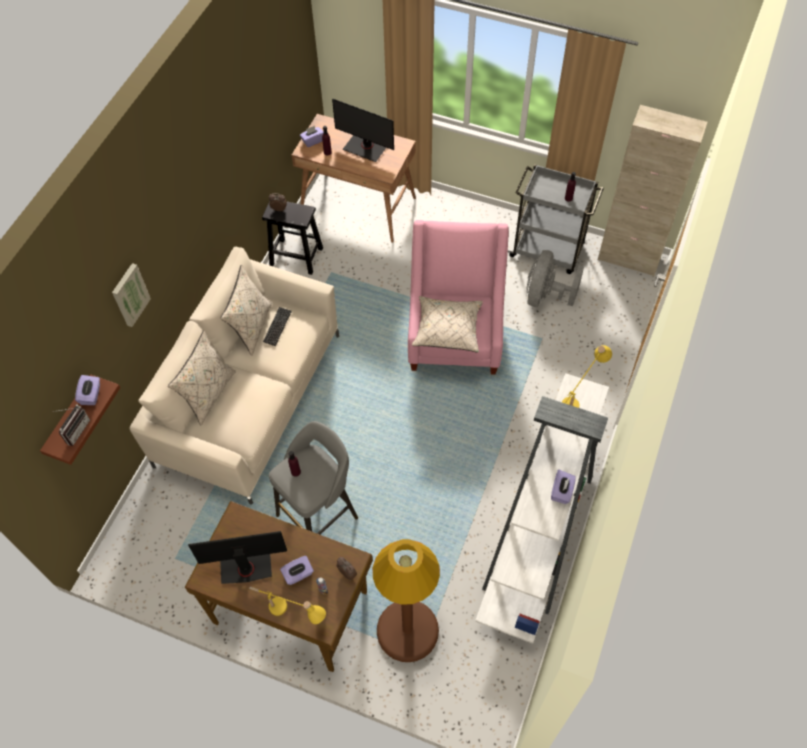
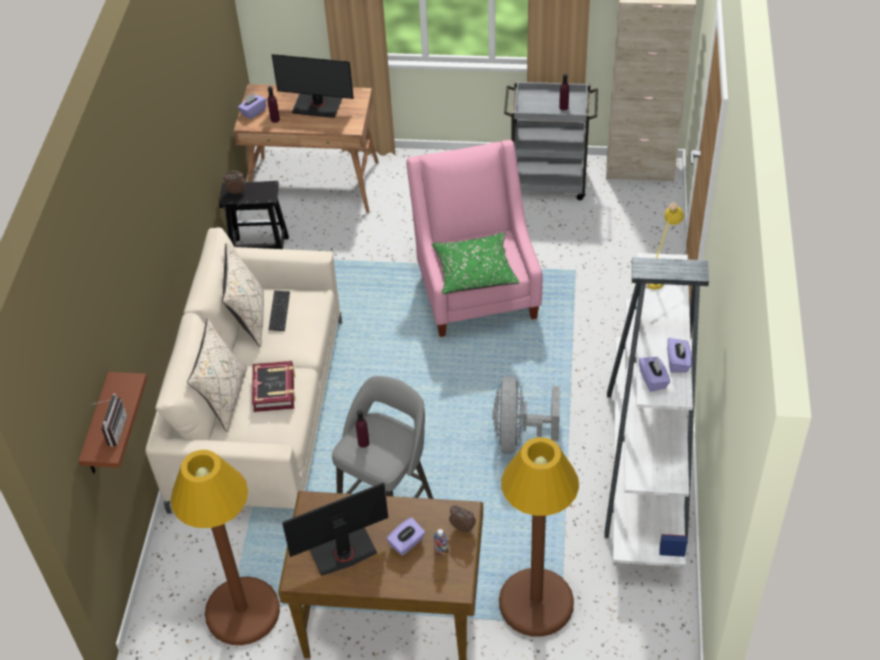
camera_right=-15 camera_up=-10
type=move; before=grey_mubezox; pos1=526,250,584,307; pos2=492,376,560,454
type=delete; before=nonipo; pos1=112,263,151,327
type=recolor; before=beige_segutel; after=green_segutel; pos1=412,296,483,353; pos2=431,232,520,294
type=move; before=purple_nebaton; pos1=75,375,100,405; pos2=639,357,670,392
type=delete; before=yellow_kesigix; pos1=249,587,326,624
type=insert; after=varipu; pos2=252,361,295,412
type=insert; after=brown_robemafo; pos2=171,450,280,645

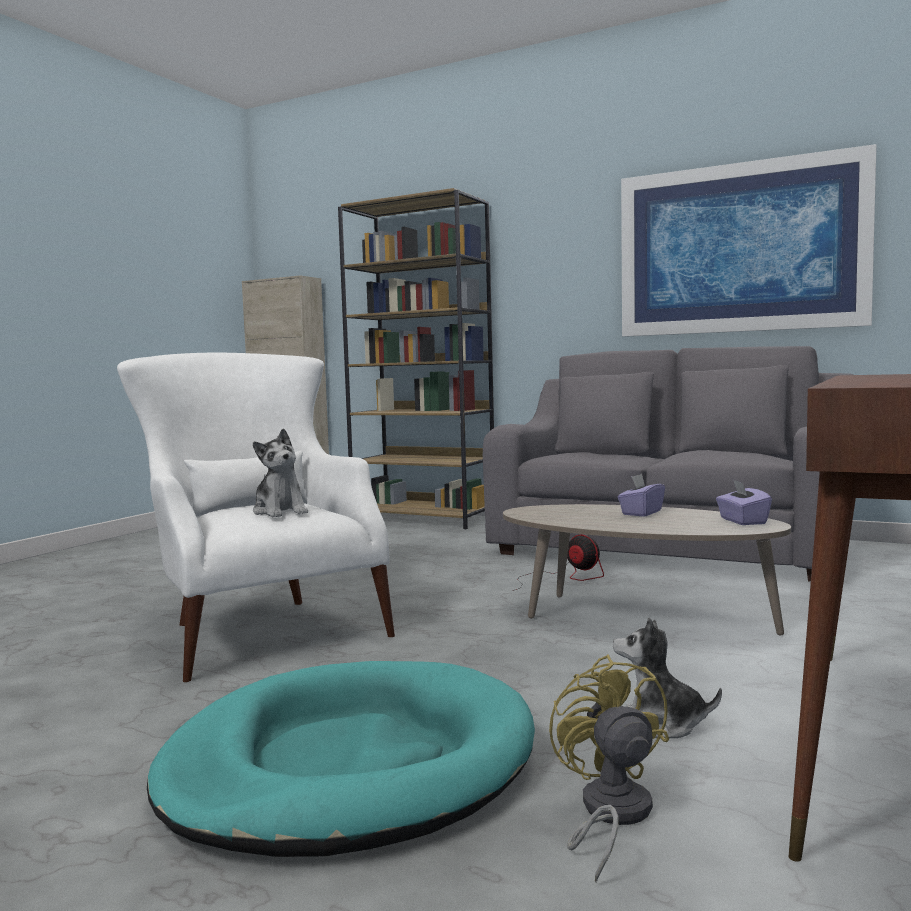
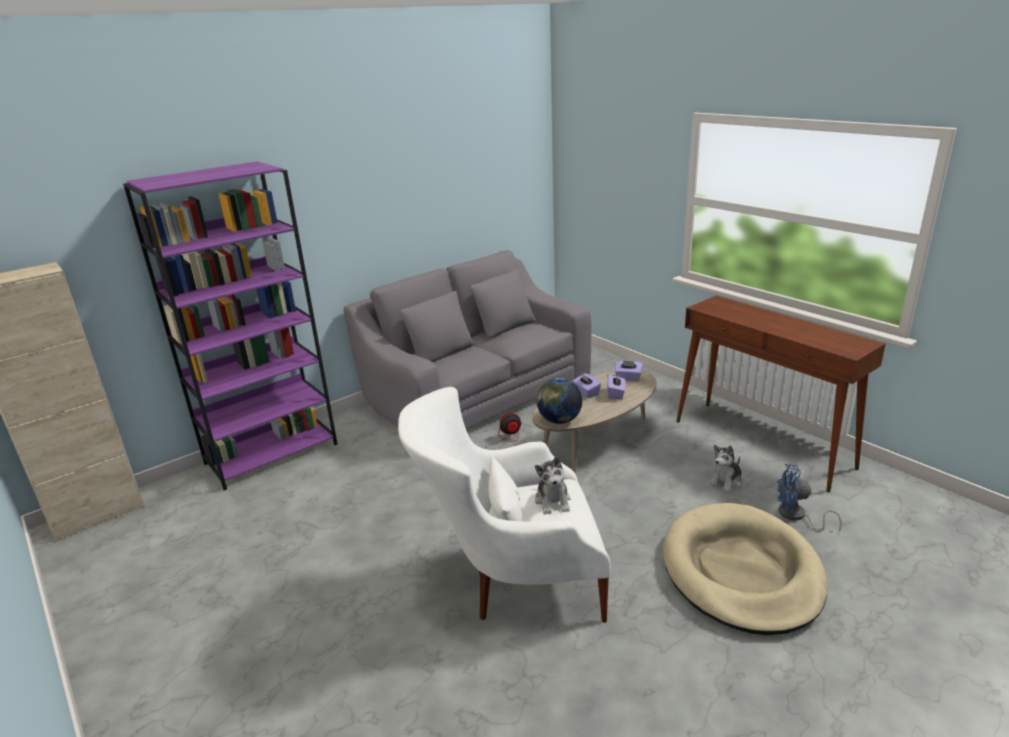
camera_right=-65 camera_up=20
type=delete; before=nonipo; pos1=621,144,877,337
type=recolor; before=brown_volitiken; after=purple_volitiken; pos1=338,188,494,529; pos2=123,161,337,490
type=rotate; before=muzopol; pos1=253,428,308,517; pos2=535,456,571,515; turn=90
type=recolor; before=yellow_mubezox; after=blue_mubezox; pos1=549,654,669,882; pos2=777,464,842,532
type=recolor; before=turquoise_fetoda; after=beige_fetoda; pos1=147,661,535,857; pos2=663,503,827,635
type=insert; after=purple_nebaton; pos2=607,374,626,399
type=insert; after=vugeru; pos2=537,378,582,424

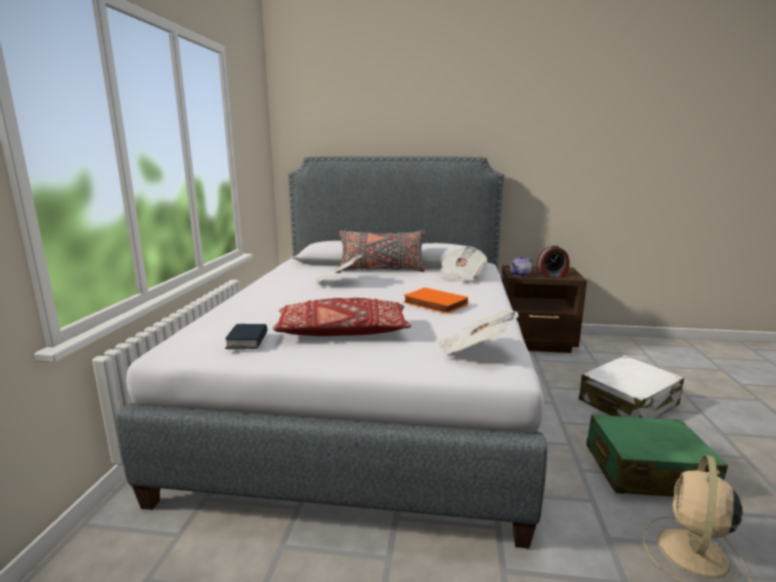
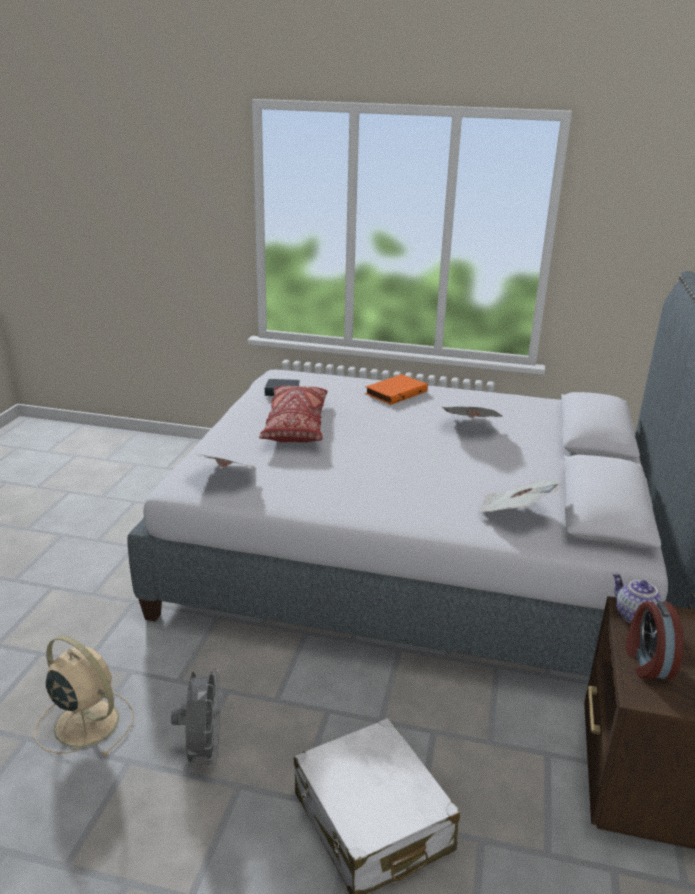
camera_right=95 camera_up=10
type=delete; before=grey_segutel; pos1=339,230,425,272
type=move; before=orange_varipu; pos1=403,287,468,314; pos2=365,374,428,405
type=replace; before=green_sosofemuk; after=grey_mubezox; pos1=586,414,728,497; pos2=171,667,221,767

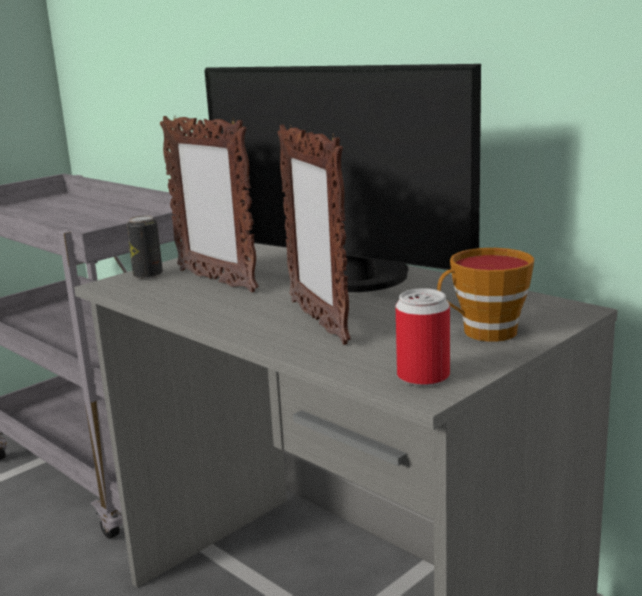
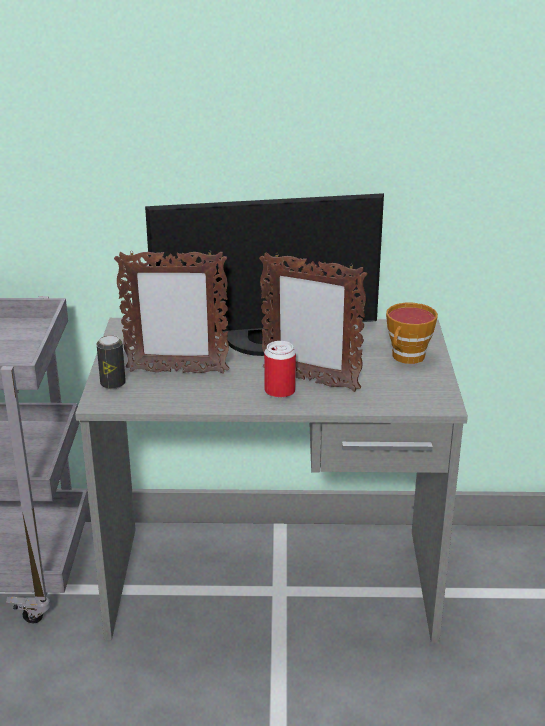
camera_right=-45 camera_up=10
type=move; before=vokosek; pos1=395,288,450,386; pos2=264,341,296,398

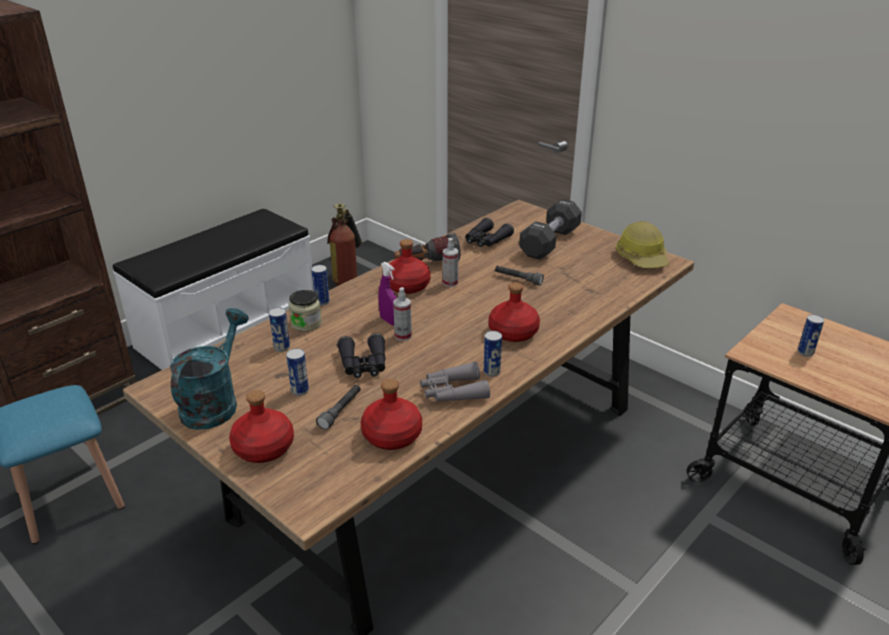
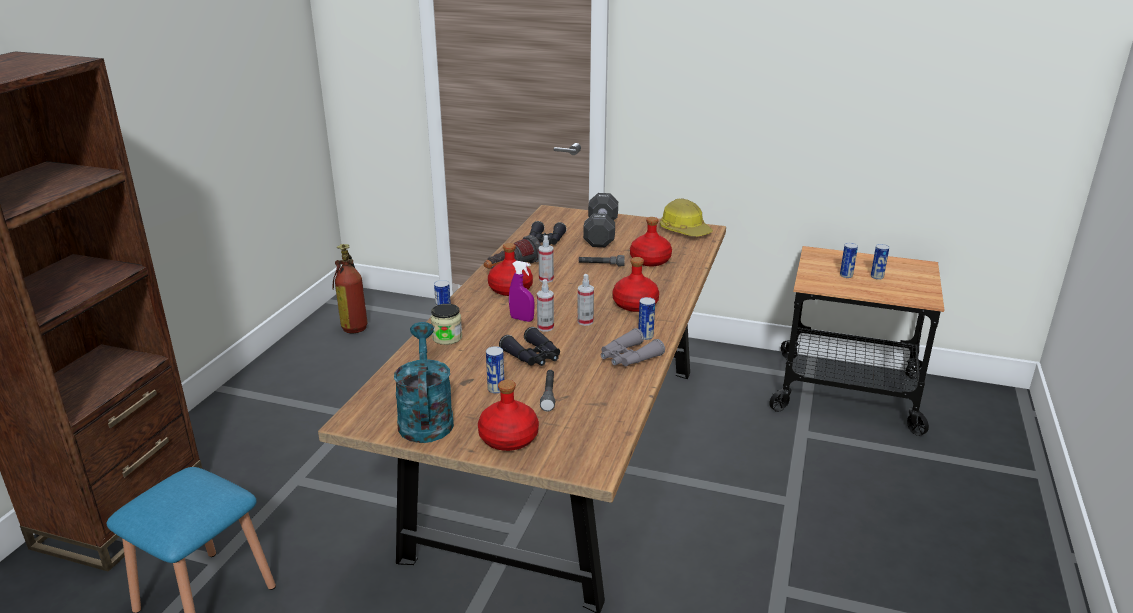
camera_right=-25 camera_up=-5
type=delete; before=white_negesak; pos1=113,208,314,370
type=move; before=vokosek; pos1=269,308,290,352; pos2=871,244,889,280
type=move; before=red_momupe; pos1=361,379,422,450; pos2=630,217,672,266
type=insert; after=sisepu; pos2=577,274,594,326

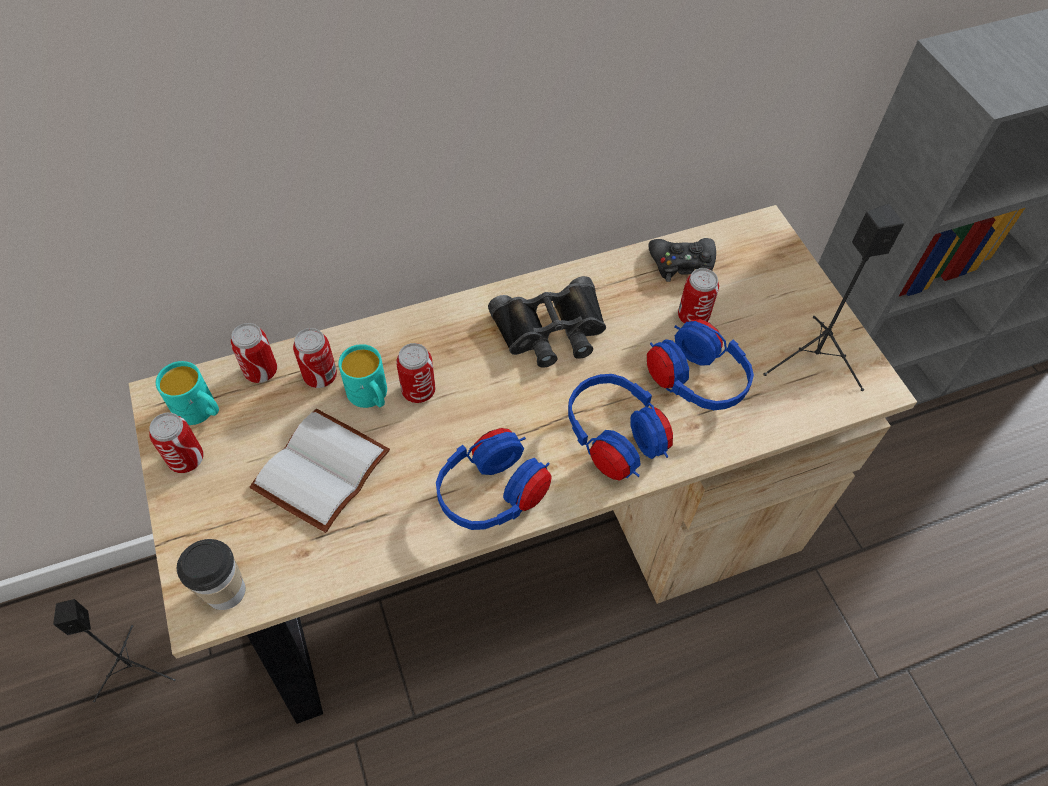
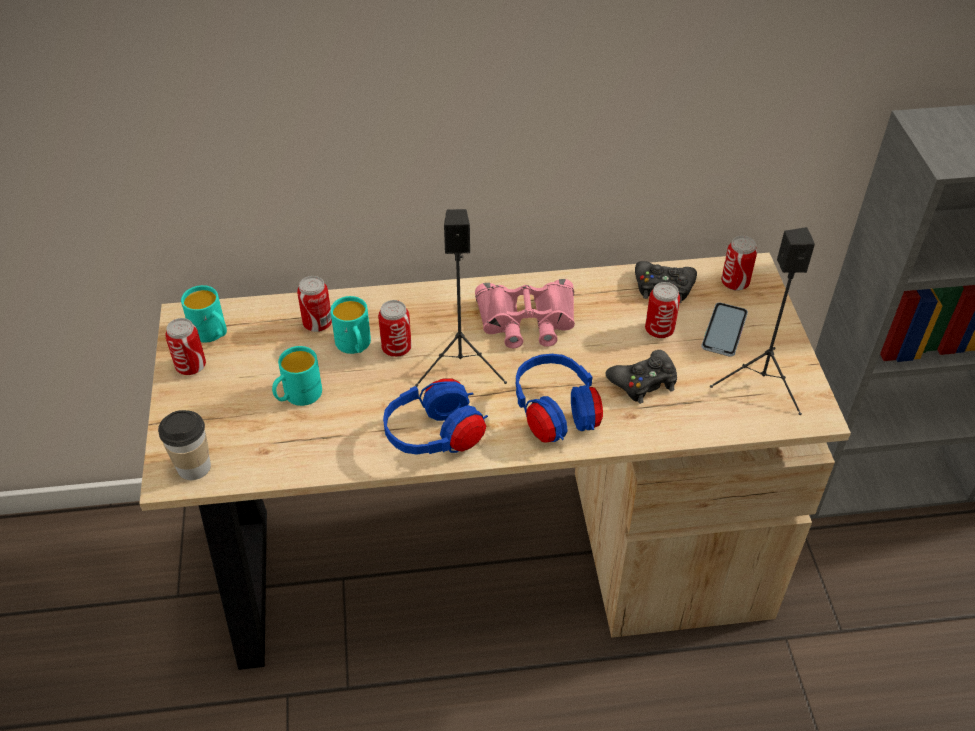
camera_right=15 camera_up=-10
type=recolor; before=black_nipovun; after=pink_nipovun; pos1=488,276,606,368; pos2=475,279,575,348
type=replace; before=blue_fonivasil; after=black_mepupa; pos1=647,319,754,410; pos2=605,350,677,404
type=move; before=vokosek; pos1=231,323,277,383; pos2=721,236,757,291
type=replace; before=white_varipu; after=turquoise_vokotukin; pos1=249,409,390,533; pos2=272,346,322,406
type=move; before=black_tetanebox; pos1=53,599,176,702; pos2=415,209,507,387
type=insert; after=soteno; pos2=701,302,748,357

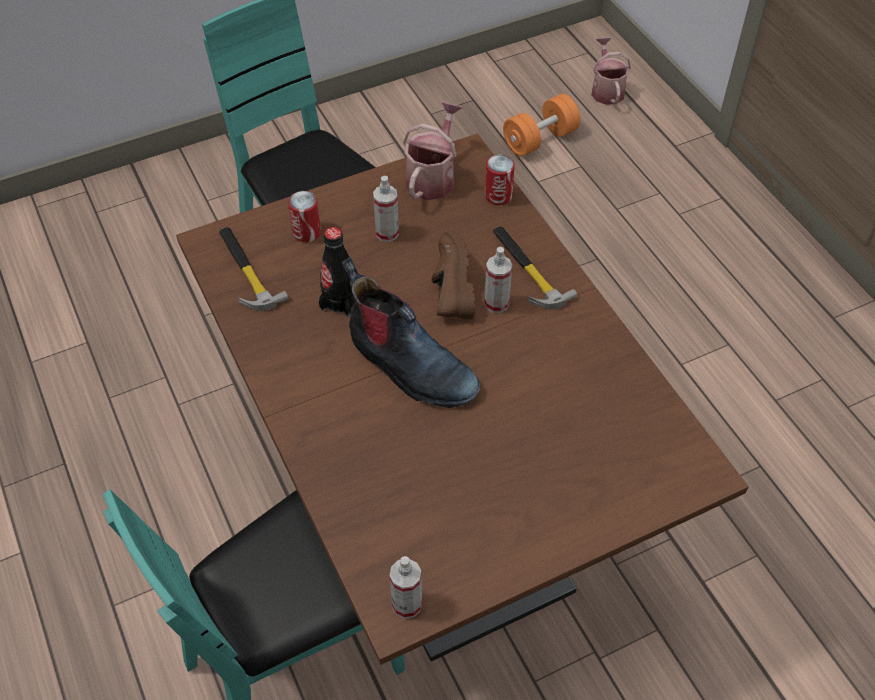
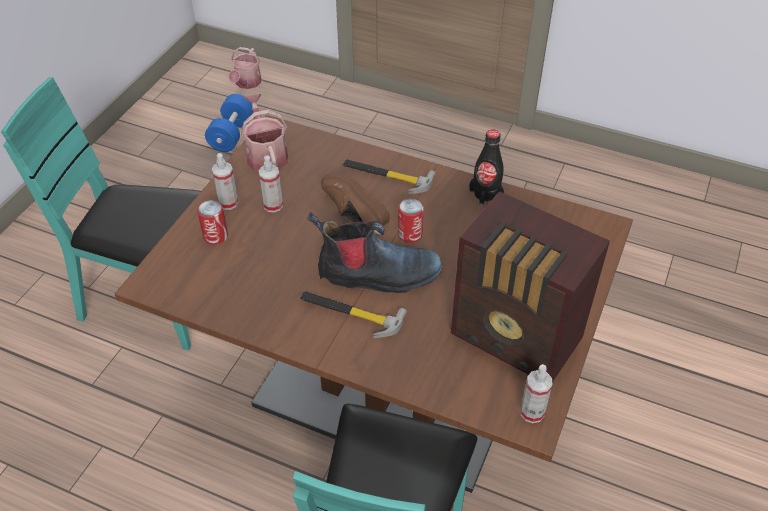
camera_right=-40 camera_up=-5
type=rotate; before=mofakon; pos1=591,37,631,105; pos2=228,47,261,89; turn=-120
type=recolor; before=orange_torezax; after=blue_torezax; pos1=503,94,580,157; pos2=205,94,253,152
type=move; before=vokosek; pos1=485,155,515,205; pos2=398,198,424,243
type=move; before=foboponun; pos1=219,227,288,311; pos2=300,292,407,338
type=move; before=black_momupe; pos1=319,227,354,317; pos2=469,129,504,206
type=move; before=sisepu; pos1=484,247,512,313; pos2=212,153,238,210
type=insert; after=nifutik; pos2=451,191,610,383

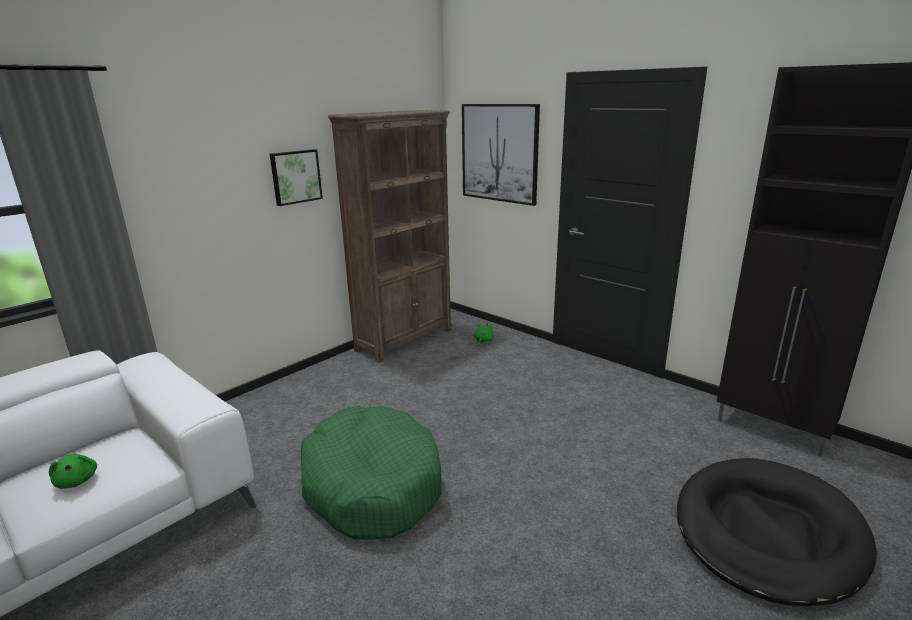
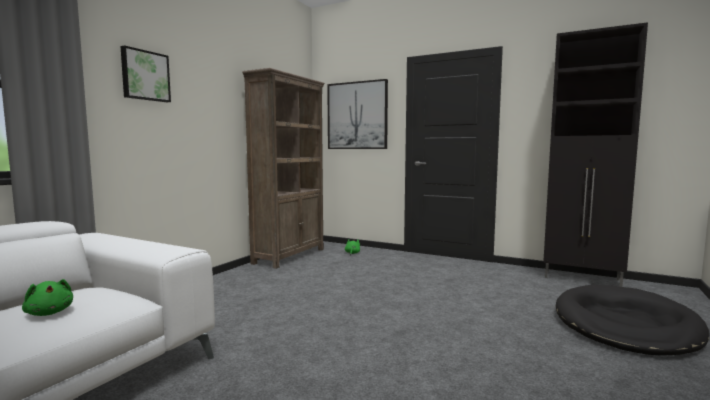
camera_right=-15 camera_up=-15
type=move; before=nonipo; pos1=270,149,323,206; pos2=120,45,171,102
type=delete; before=green_fetoda; pos1=301,406,442,540

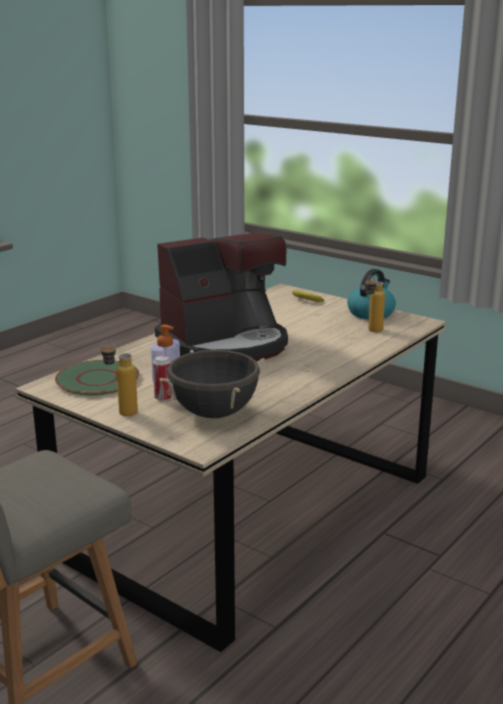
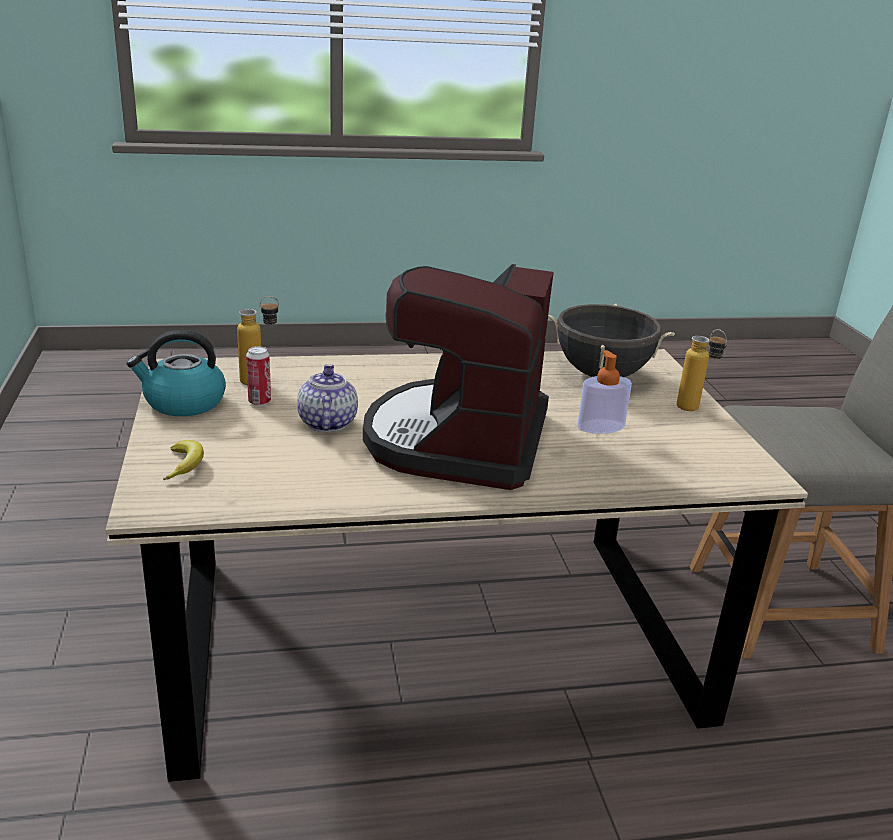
camera_right=-140 camera_up=5
type=rotate; before=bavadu; pos1=155,232,288,362; pos2=363,264,554,490; turn=-90
type=move; before=vokosek; pos1=153,355,172,401; pos2=246,346,271,406
type=delete; before=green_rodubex; pos1=55,360,140,396
type=insert; after=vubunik; pos2=297,364,358,432

